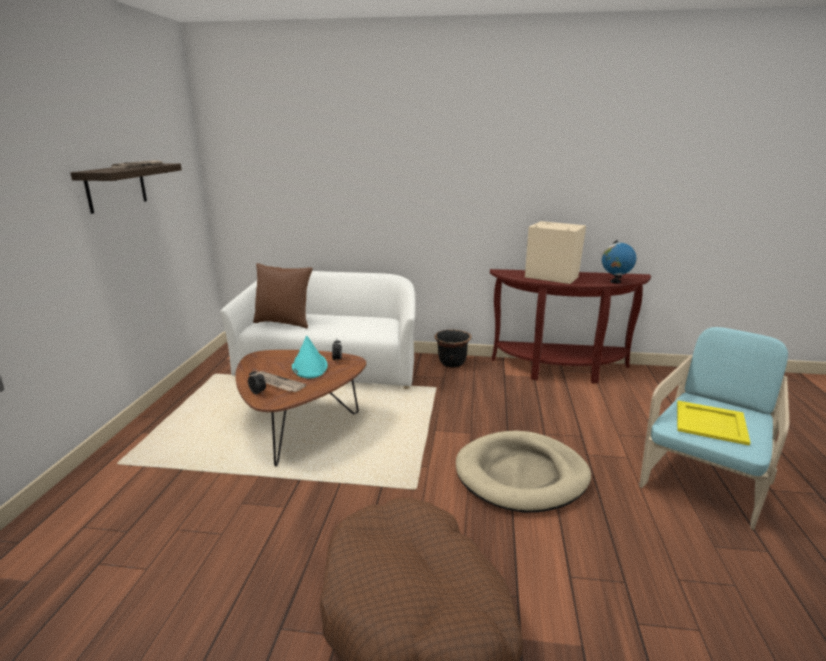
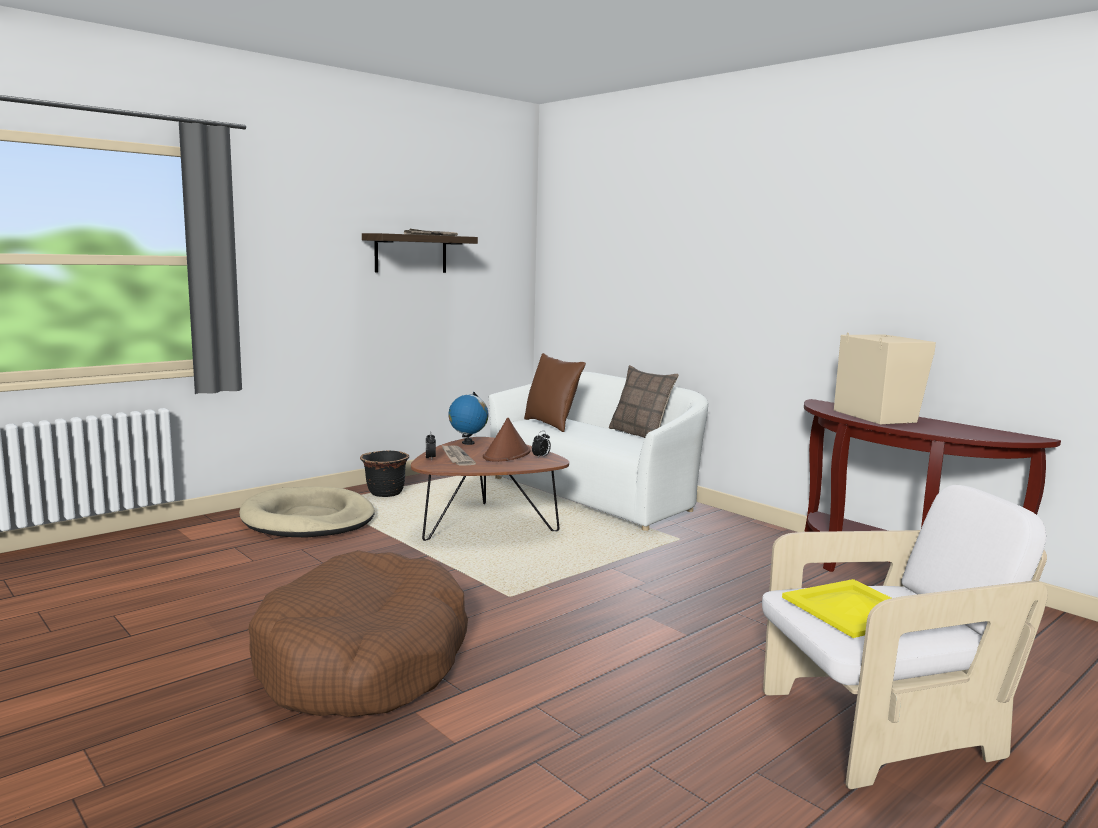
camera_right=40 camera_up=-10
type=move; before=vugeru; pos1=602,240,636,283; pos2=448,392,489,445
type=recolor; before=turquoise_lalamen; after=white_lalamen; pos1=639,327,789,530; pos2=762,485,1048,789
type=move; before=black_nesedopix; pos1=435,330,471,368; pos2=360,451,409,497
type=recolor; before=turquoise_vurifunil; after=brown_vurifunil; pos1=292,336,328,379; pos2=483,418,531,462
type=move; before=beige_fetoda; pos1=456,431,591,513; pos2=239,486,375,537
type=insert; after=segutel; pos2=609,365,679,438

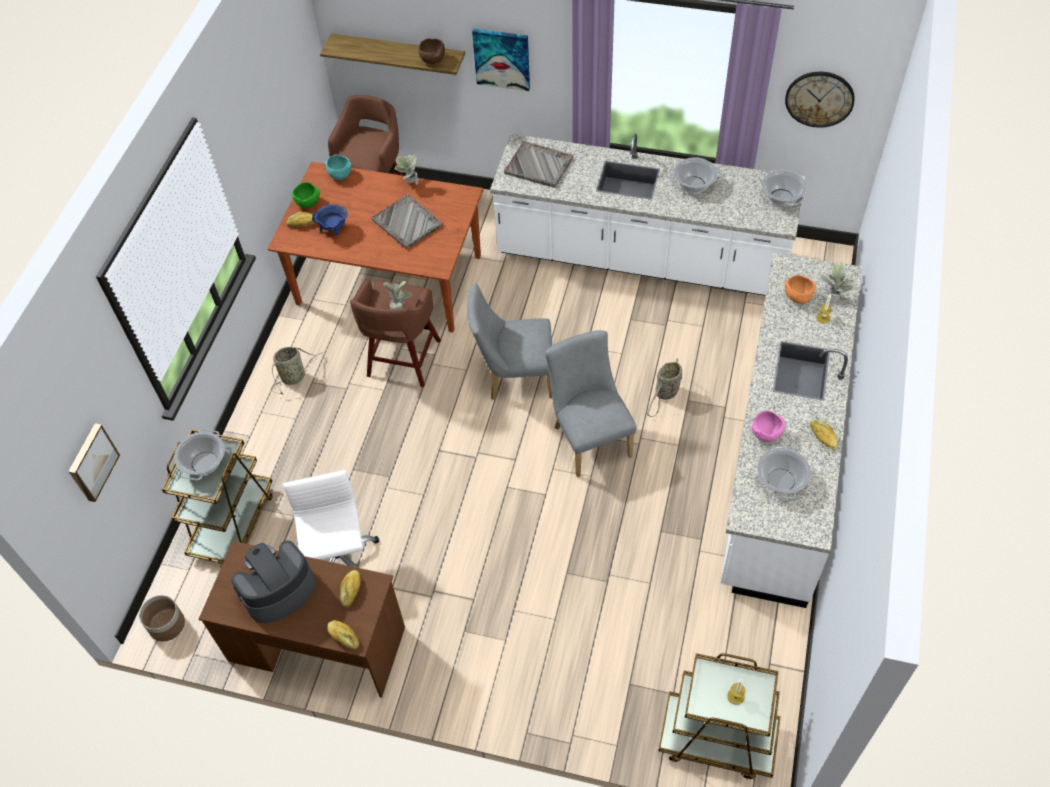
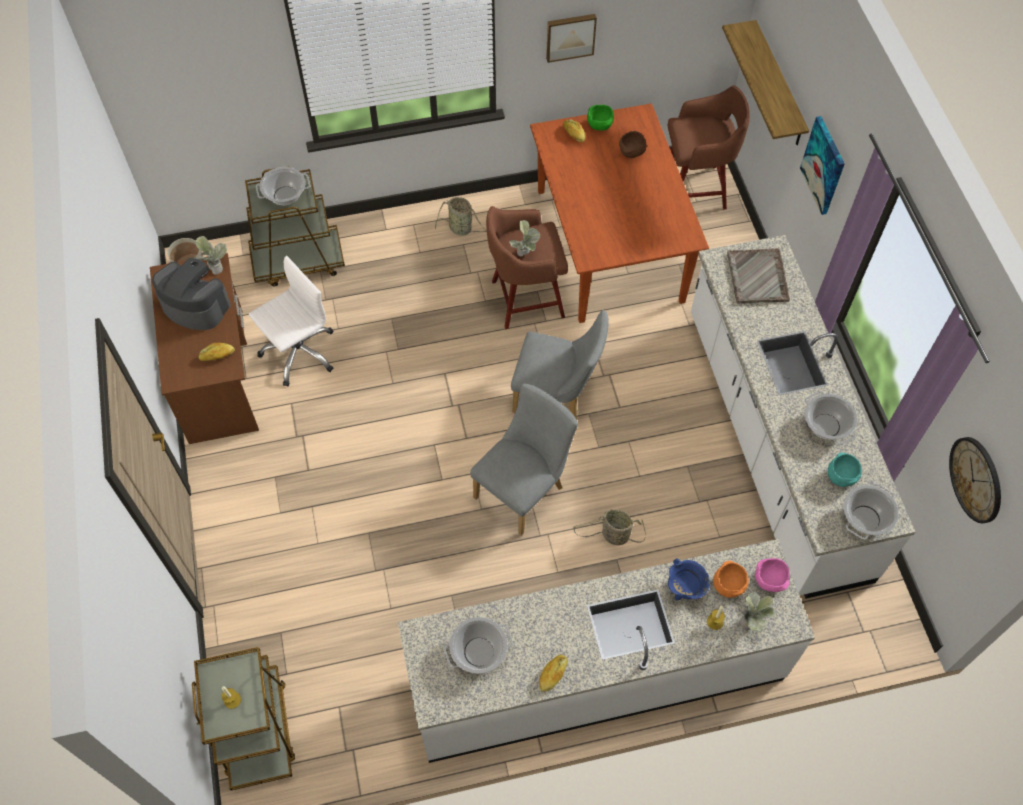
camera_right=60 camera_up=5
type=move; before=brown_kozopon; pos1=418,38,445,64; pos2=619,131,647,158
type=move; before=turquoise_kozopon; pos1=325,155,351,180; pos2=828,452,862,487
type=move; before=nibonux; pos1=395,155,419,185; pos2=194,236,227,275
type=delete; before=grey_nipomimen; pos1=371,194,443,249
type=move; before=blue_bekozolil; pos1=312,204,348,235; pos2=668,558,710,601
type=rotate; before=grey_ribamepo; pos1=467,283,552,400; pos2=511,310,608,420; turn=135
type=move; before=pink_kozopon; pos1=752,410,786,442; pos2=755,558,790,592
type=move; before=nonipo; pos1=68,423,120,502; pos2=546,14,597,63
type=delete; before=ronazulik; pos1=327,620,359,649

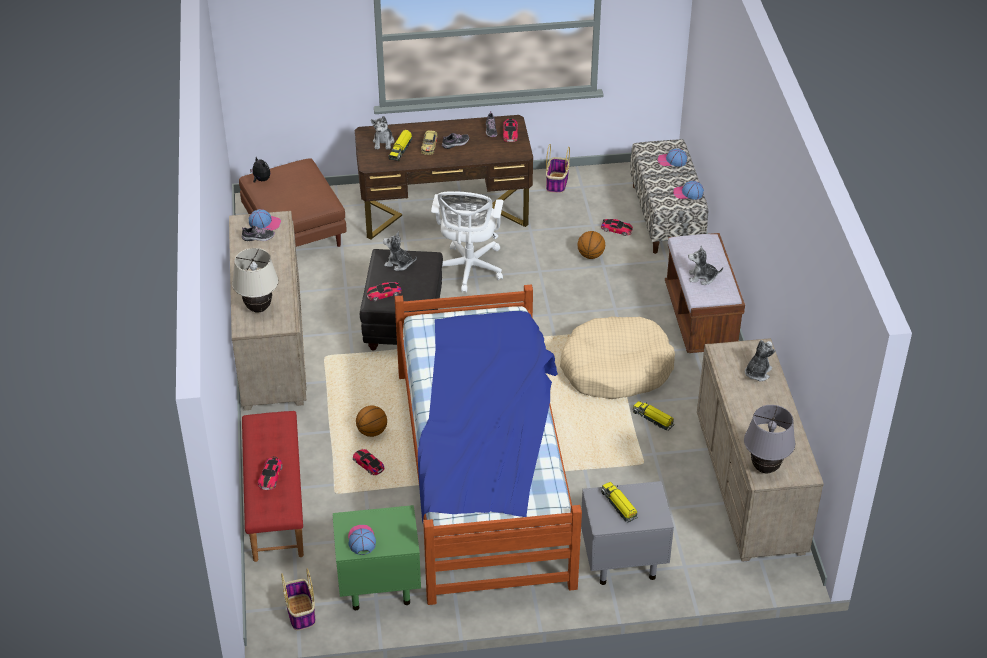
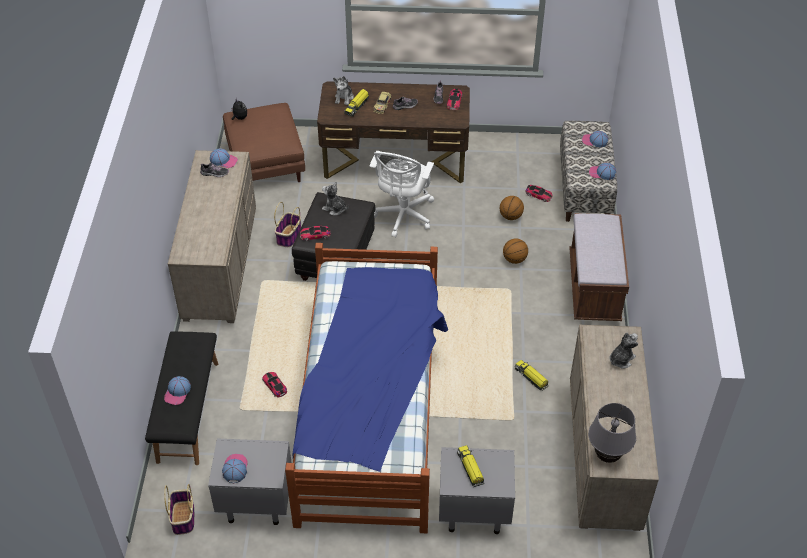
camera_right=10 camera_up=5
type=move; before=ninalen; pos1=546,144,570,193; pos2=274,202,301,247
type=delete; before=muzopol; pos1=688,245,723,285
type=delete; before=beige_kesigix; pos1=232,248,279,313
type=delete; before=beige_fetoda; pos1=560,317,675,399
type=move; before=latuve; pos1=356,406,387,437; pos2=503,239,528,264
type=recolor; before=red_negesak; after=black_negesak; pos1=242,411,304,562; pos2=145,331,218,465
type=replace; before=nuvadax; after=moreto; pos1=258,457,282,490; pos2=164,376,191,405
type=recolor; before=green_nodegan; after=grey_nodegan; pos1=333,505,421,610; pos2=208,438,292,525

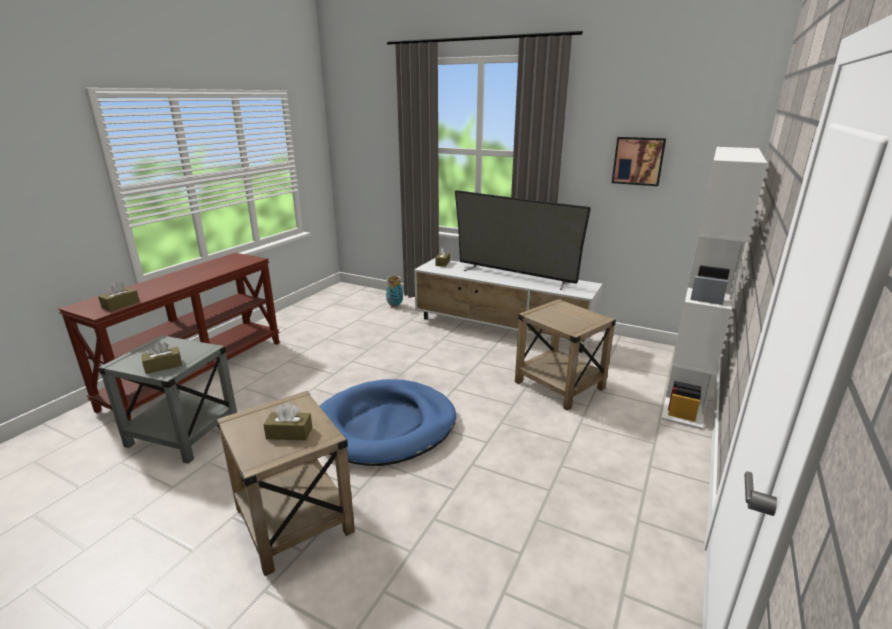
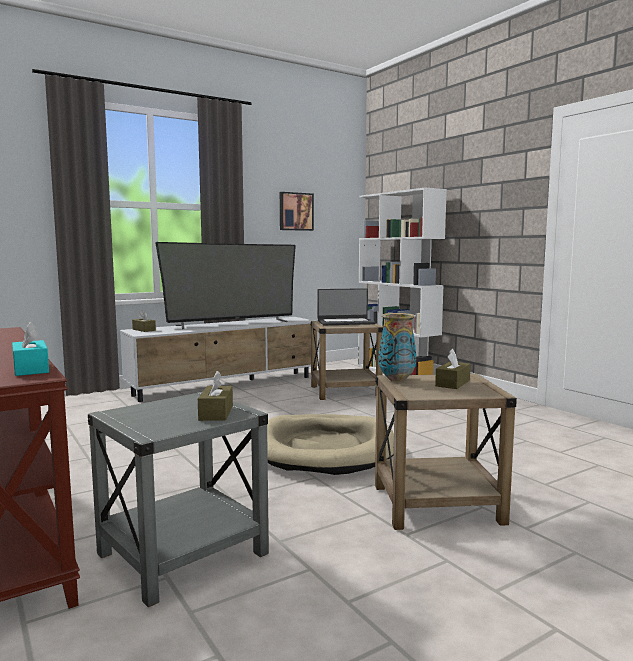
camera_right=-60 camera_up=-15
type=move; before=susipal; pos1=386,276,403,307; pos2=378,313,416,382
type=recolor; before=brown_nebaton; after=turquoise_nebaton; pos1=98,282,140,312; pos2=12,322,49,376
type=recolor; before=blue_fetoda; after=beige_fetoda; pos1=319,379,456,466; pos2=267,414,394,475
type=insert; after=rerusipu; pos2=317,288,375,325

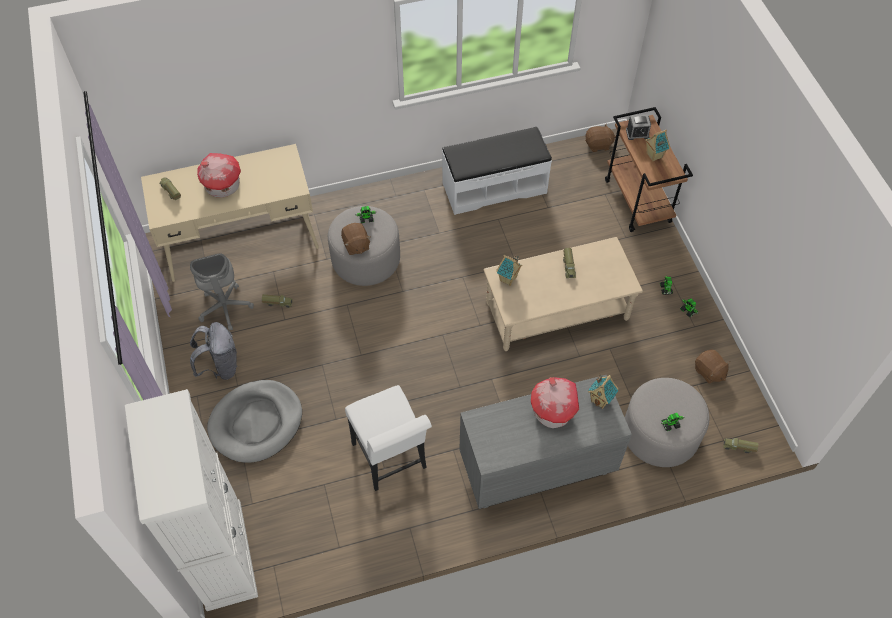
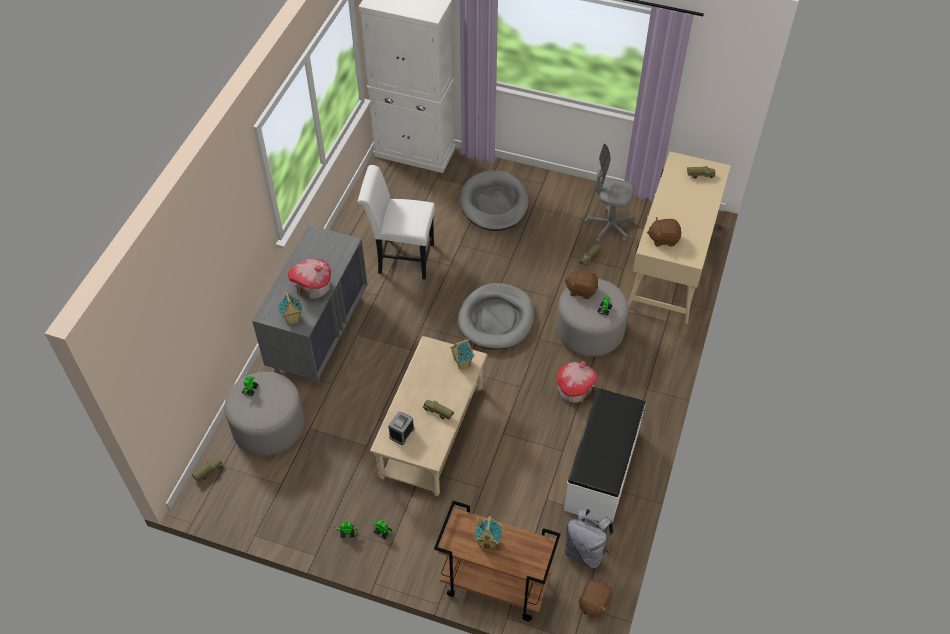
camera_right=125 camera_up=-5
type=move; before=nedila; pos1=626,114,651,140; pos2=388,411,415,445
type=move; before=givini; pos1=197,153,241,198; pos2=557,361,598,403
type=move; before=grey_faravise; pos1=190,322,238,380; pos2=564,508,614,568
type=move; before=brown_muzopol; pos1=695,350,731,384; pos2=647,217,681,247
type=insert; after=grey_fetoda; pos2=458,283,534,350

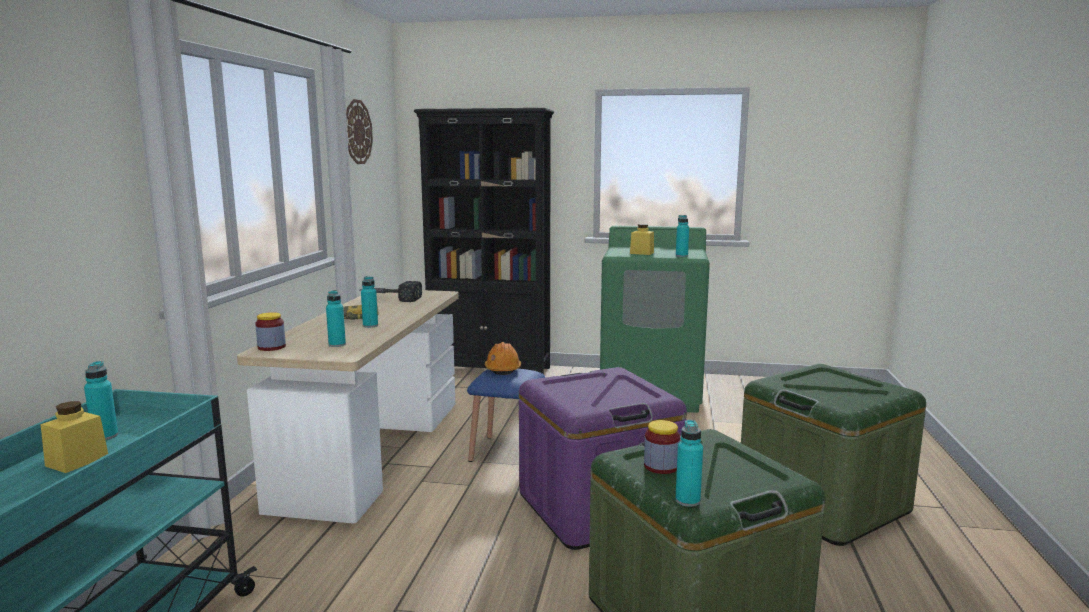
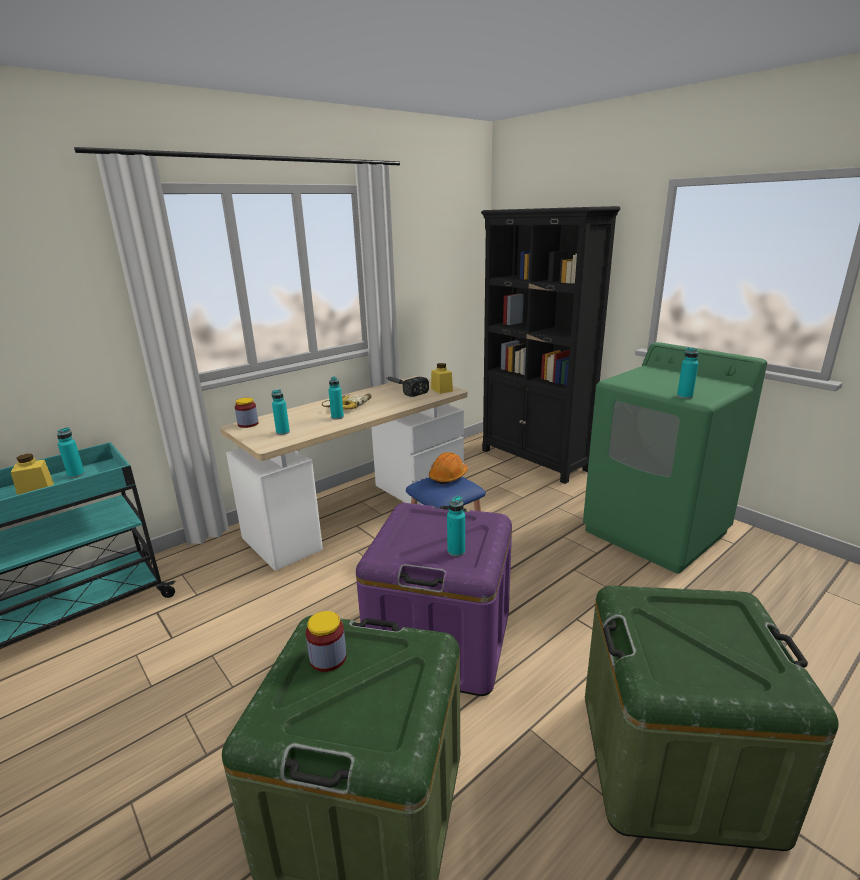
camera_right=40 camera_up=10
type=delete; before=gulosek; pos1=346,99,373,164
type=move; before=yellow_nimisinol; pos1=630,224,654,255; pos2=431,363,453,394
type=move; before=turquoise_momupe; pos1=675,420,703,507; pos2=447,496,465,557

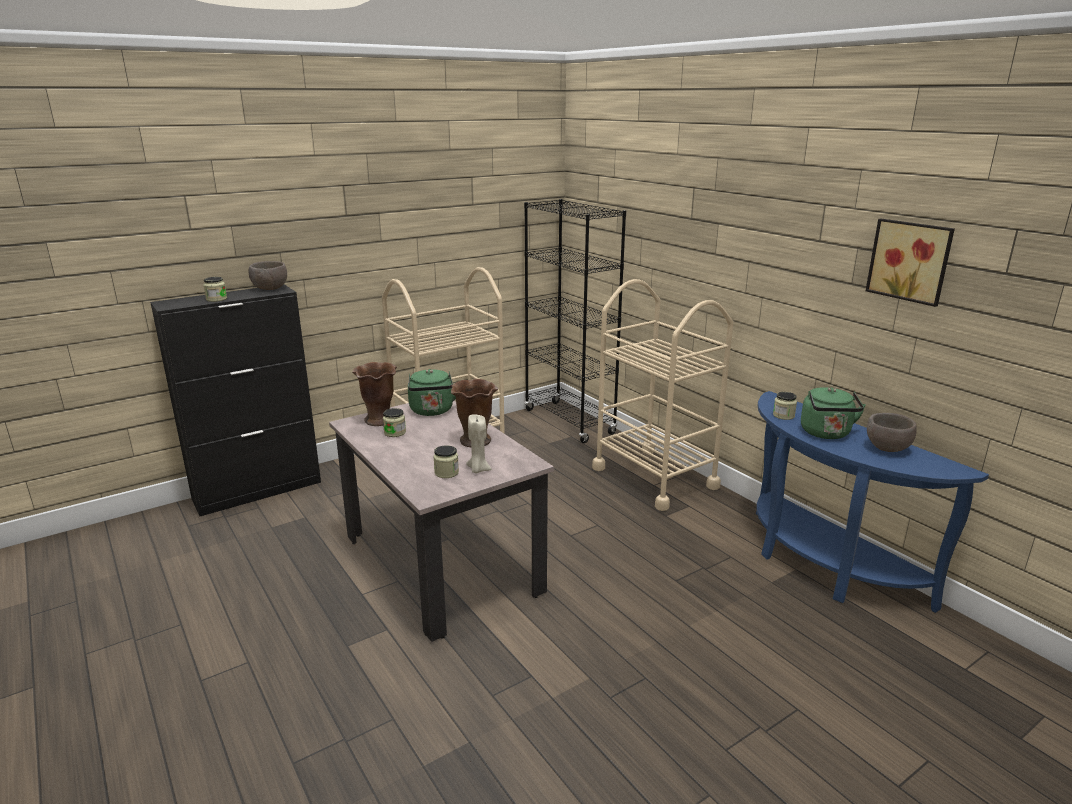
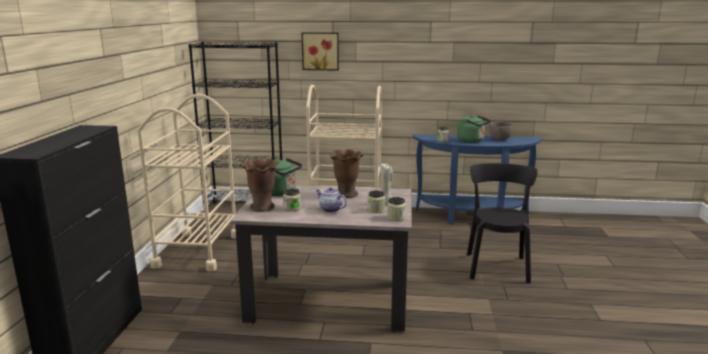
camera_right=-50 camera_up=-5
type=move; before=nonipo; pos1=866,219,955,307; pos2=302,32,339,70
type=delete; before=brown_kozopon; pos1=249,261,287,290
type=move; before=nimisinol; pos1=203,277,227,302; pos2=387,197,406,221
type=insert; after=black_ribamepo; pos2=467,163,538,283
type=insert; after=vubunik; pos2=316,187,347,213

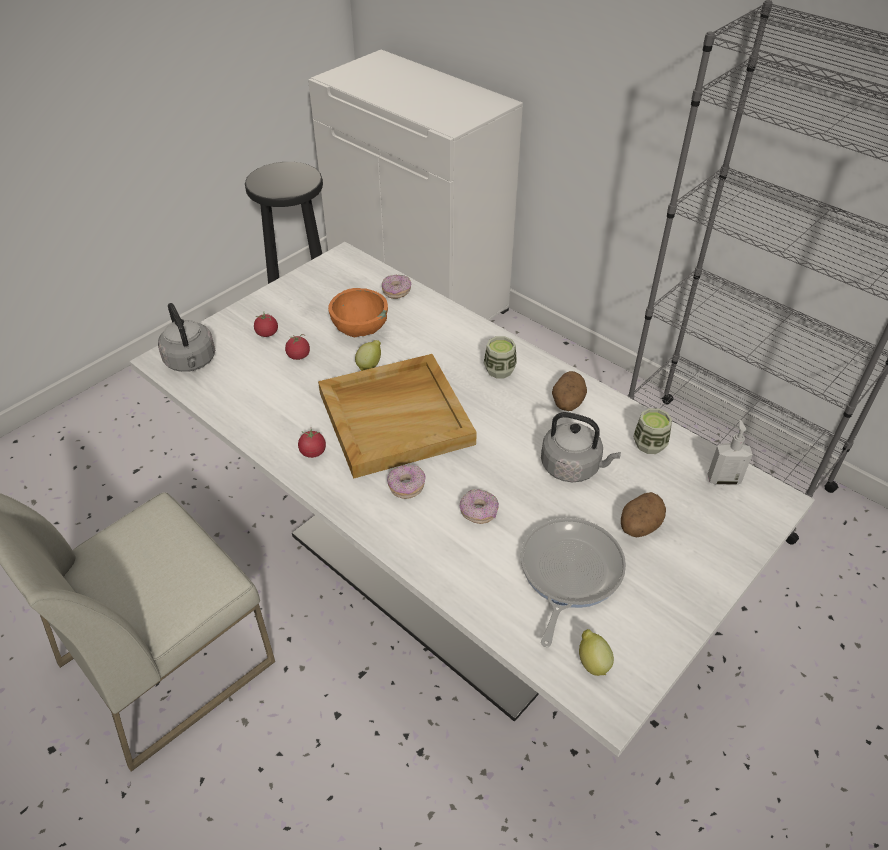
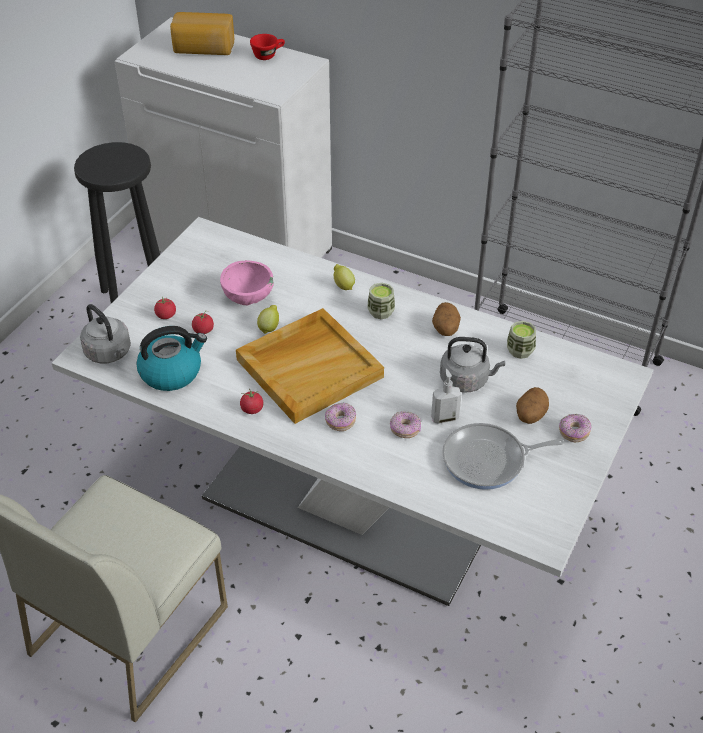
camera_right=-15 camera_up=0
type=move; before=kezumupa; pos1=382,274,412,299; pos2=559,414,591,442
type=recolor; before=orange_kozopon; after=pink_kozopon; pos1=328,288,388,337; pos2=220,260,274,305
type=move; before=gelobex; pos1=707,420,753,485; pos2=431,369,461,424
type=rotate; before=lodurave; pos1=521,518,626,647; pos2=442,423,564,490; turn=-105
type=move; before=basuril; pos1=579,629,614,676; pos2=334,264,355,290
type=insert; after=ronazulik; pos2=170,12,234,55
type=insert; after=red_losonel; pos2=250,34,285,60
type=insert; after=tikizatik; pos2=136,326,207,391

